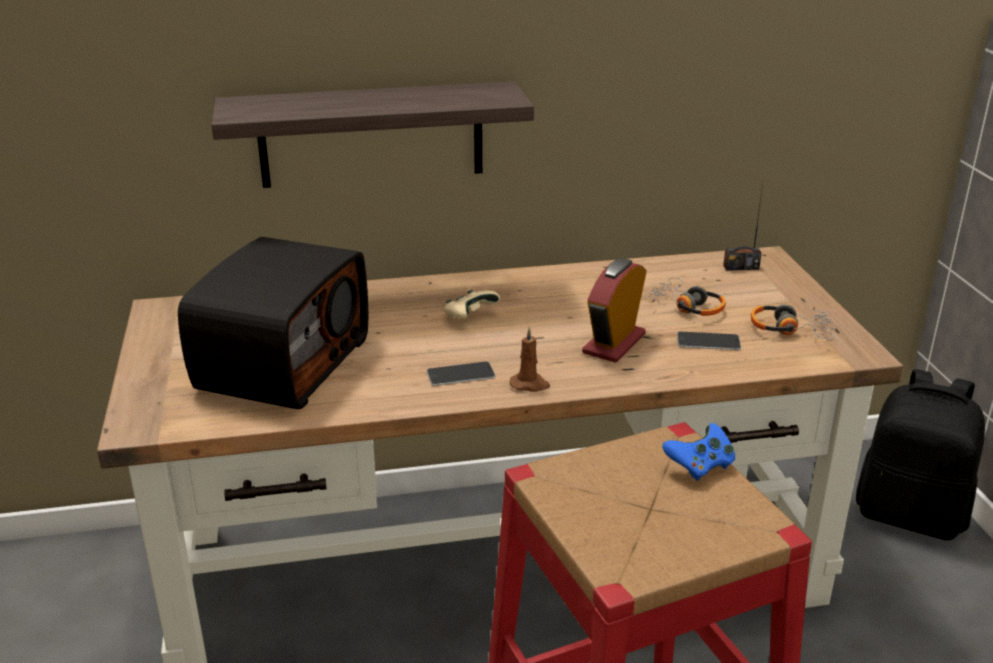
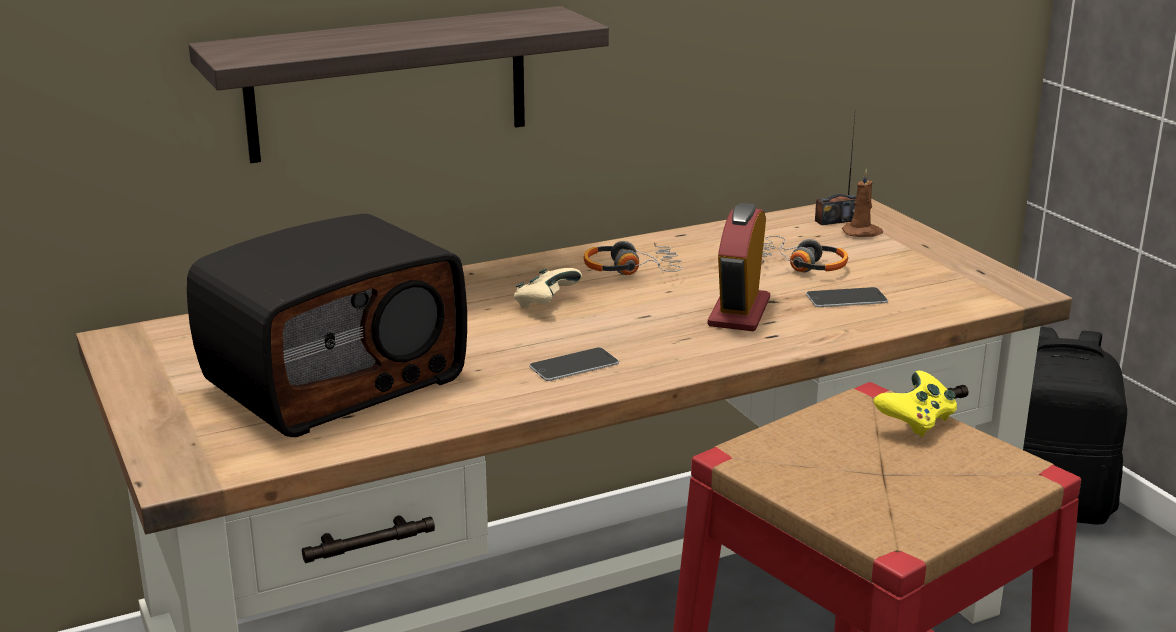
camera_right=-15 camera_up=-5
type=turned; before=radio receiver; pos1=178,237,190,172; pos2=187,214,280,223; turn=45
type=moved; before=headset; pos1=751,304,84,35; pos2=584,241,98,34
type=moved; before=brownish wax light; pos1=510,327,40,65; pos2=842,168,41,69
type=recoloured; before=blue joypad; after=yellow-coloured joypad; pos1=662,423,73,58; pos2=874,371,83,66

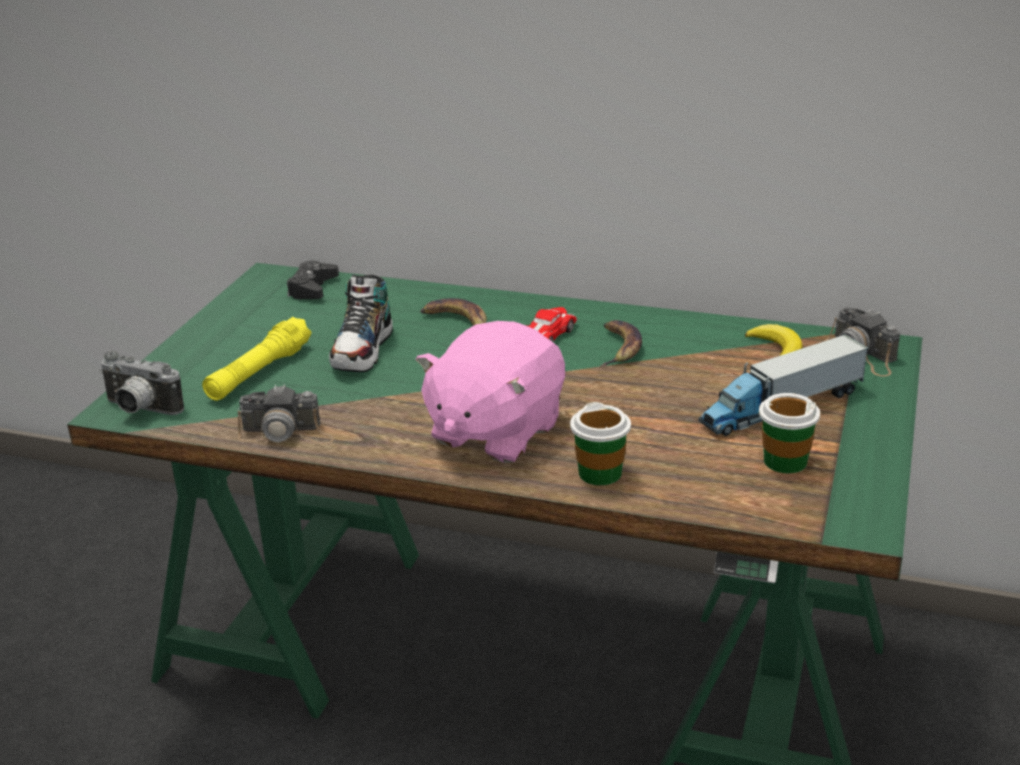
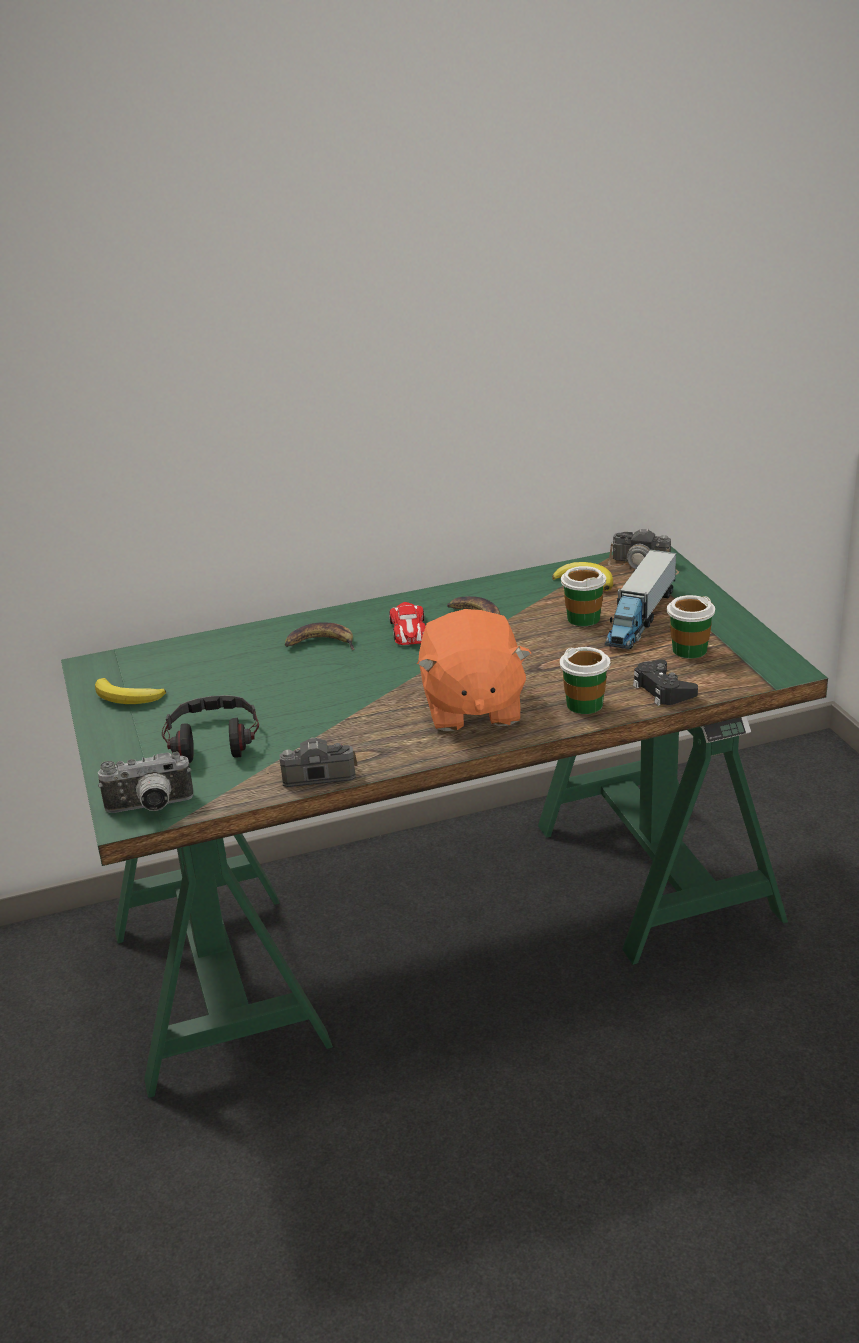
camera_right=-35 camera_up=0
type=added; after=banana fruit; pos2=95,678,71,26
type=replaced; before=yellow-coloured torch; after=headset; pos1=202,317,109,84; pos2=162,695,97,68
type=turned; before=photo camera; pos1=238,384,96,61; pos2=266,738,91,49; turn=-150
type=recoloured; before=pink soft toy; after=orangey soft toy; pos1=416,321,149,142; pos2=417,609,114,122
type=added; after=cup; pos2=561,566,45,60
type=moved; before=black joypad; pos1=287,260,52,39; pos2=633,659,65,47
type=removed; before=low shoe; pos1=329,274,64,98

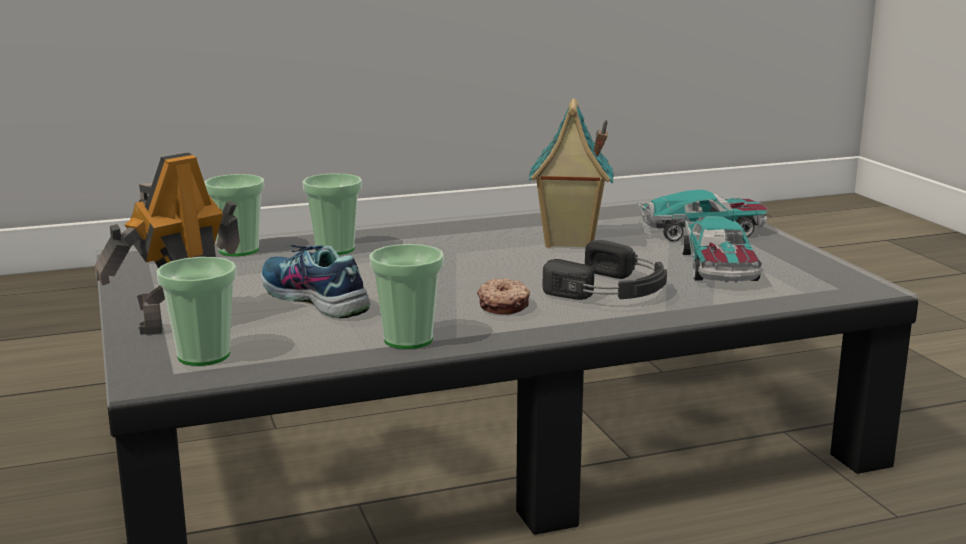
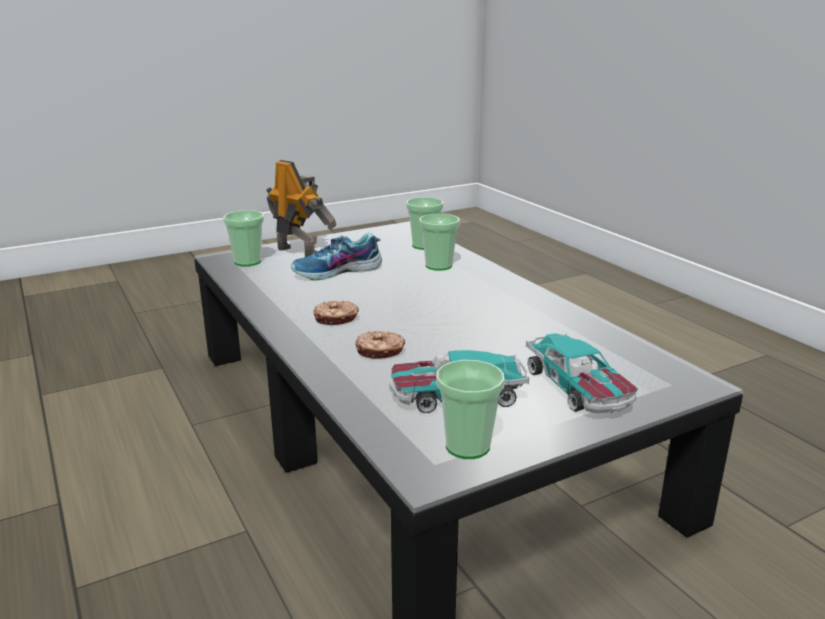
camera_right=80 camera_up=5
type=turned; before=low shoe; pos1=261,245,109,73; pos2=291,233,91,47; turn=-150
type=replaced; before=black headset; after=doughnut; pos1=543,240,124,60; pos2=356,331,49,28
type=moved; before=cup; pos1=369,244,75,105; pos2=436,360,69,99
type=removed; before=miniature house; pos1=529,98,85,150

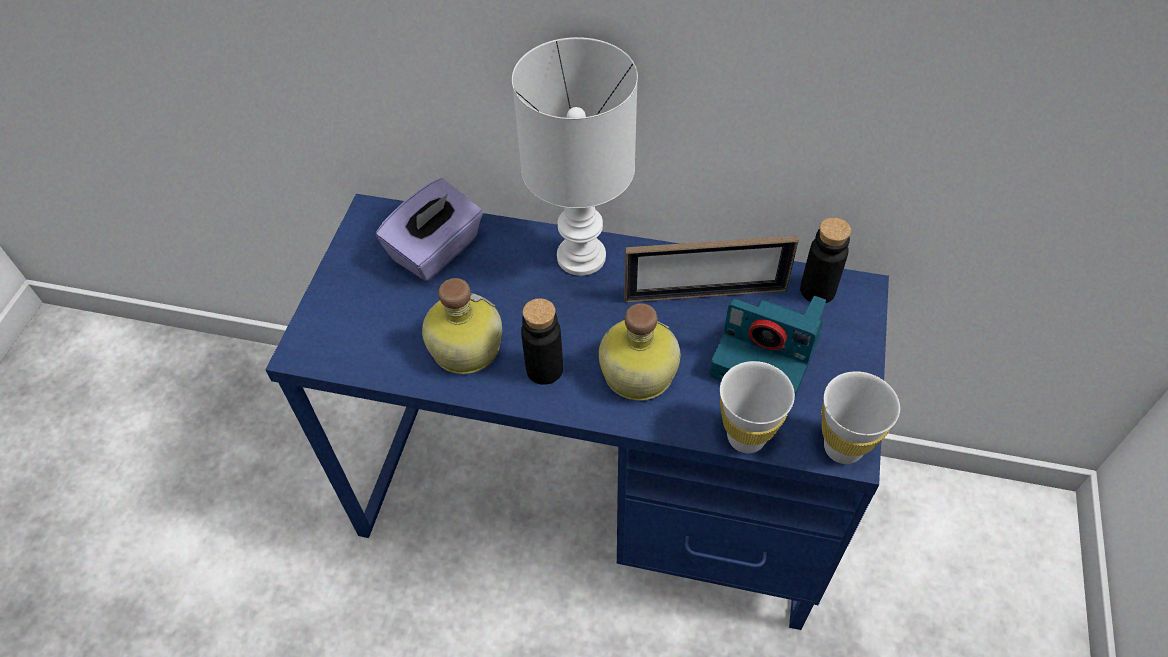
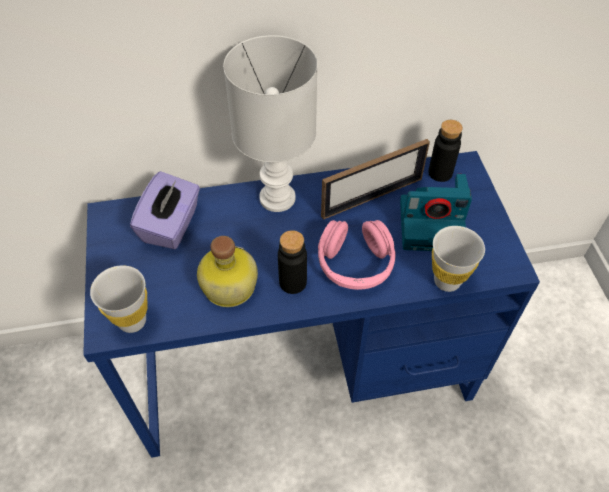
camera_right=-25 camera_up=0
type=moved; before=white-coloured cup; pos1=822,371,78,93; pos2=90,265,57,68
type=replaced; before=drink bottle; after=pink headset; pos1=599,303,81,98; pos2=318,220,78,70

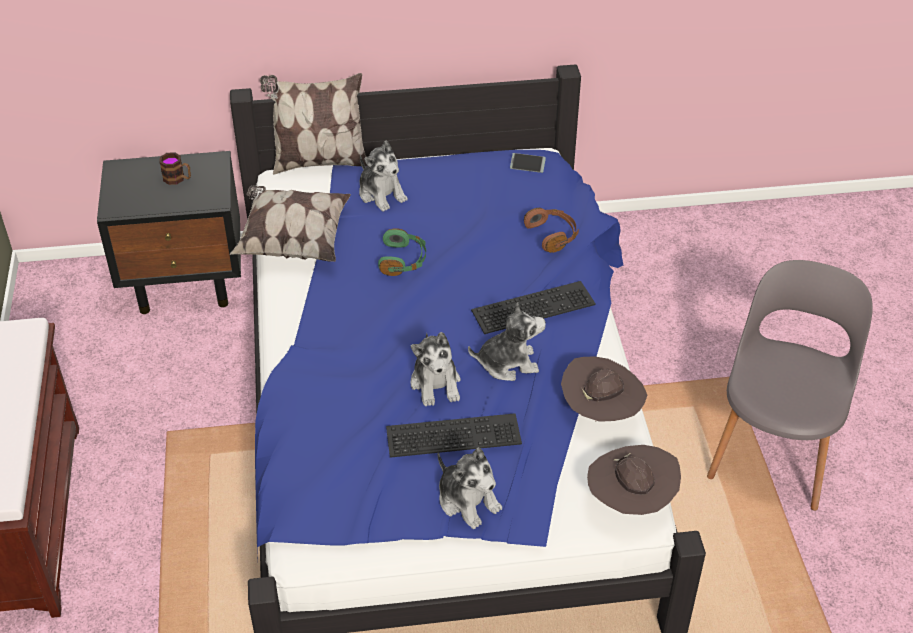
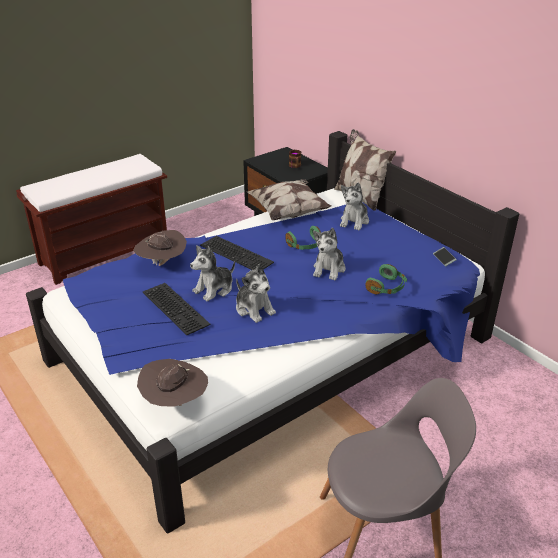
camera_right=60 camera_up=-10
type=moved; before=brownish hat; pos1=561,357,86,65; pos2=133,230,54,36
type=moved; before=keyboard; pos1=471,281,125,53; pos2=200,236,74,34
type=moved; before=soft toy; pos1=438,447,64,82; pos2=313,228,32,52
type=recoloured; before=brownish headset; after=greenish headset; pos1=524,208,55,45; pos2=365,264,42,30

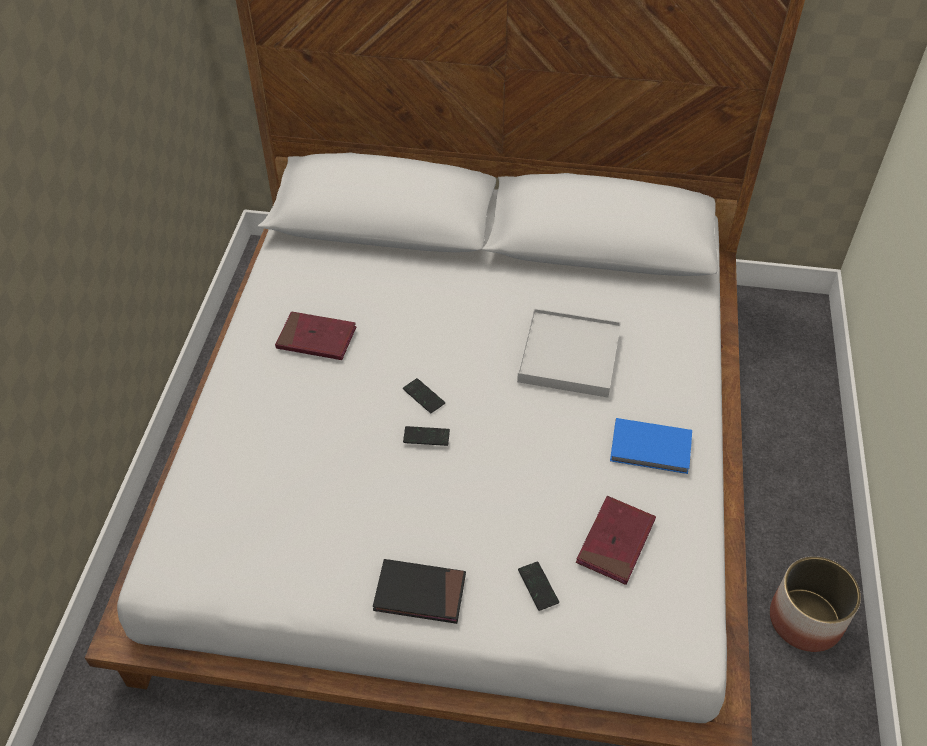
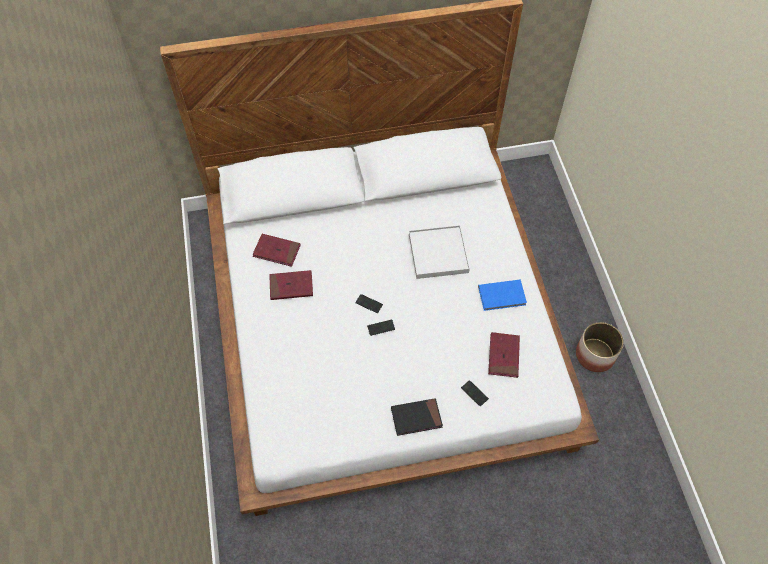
camera_right=-20 camera_up=10
type=added; after=red book; pos2=253,234,48,33

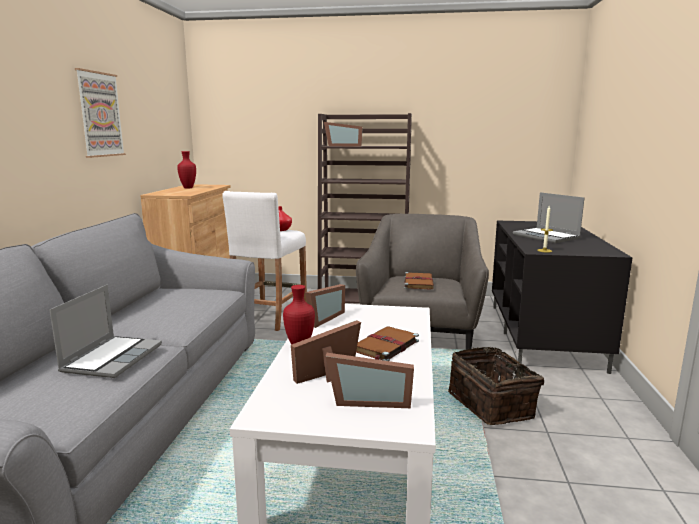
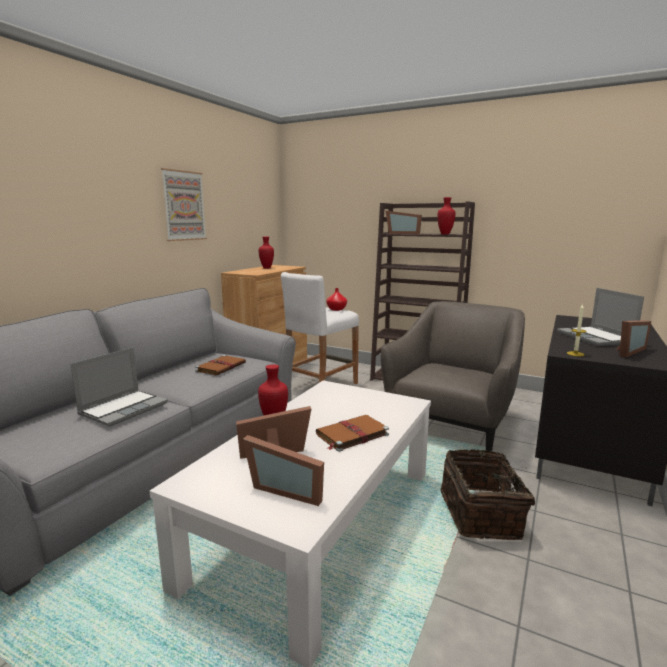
camera_right=20 camera_up=0
type=moved; before=brownish book; pos1=404,272,30,18; pos2=195,355,51,21
type=added; after=red decorative vase; pos2=437,197,19,37
type=moved; before=photo frame; pos1=305,284,40,44; pos2=616,320,35,38

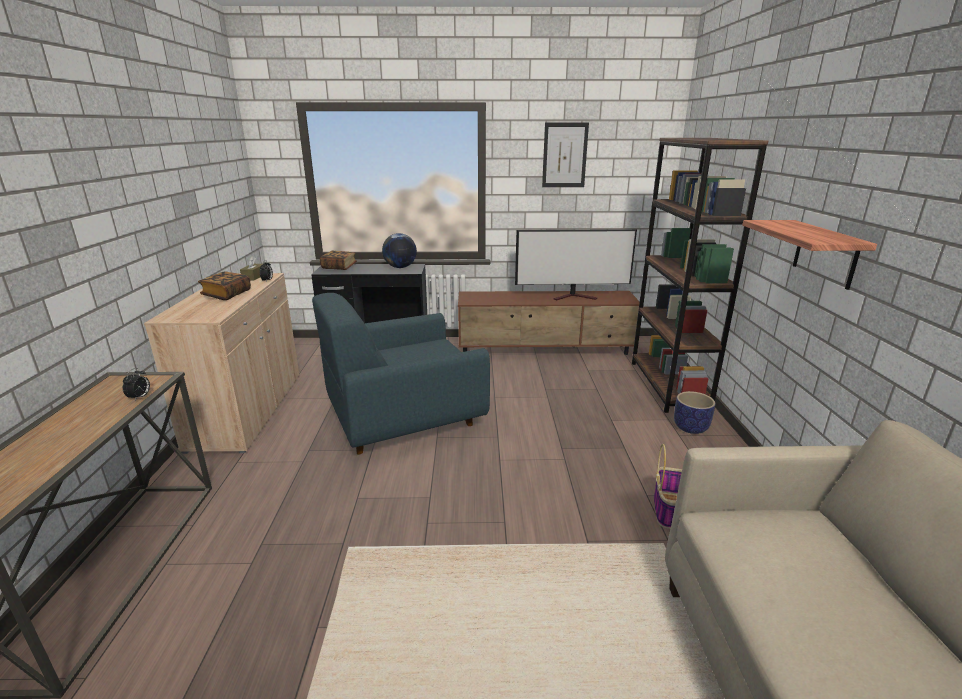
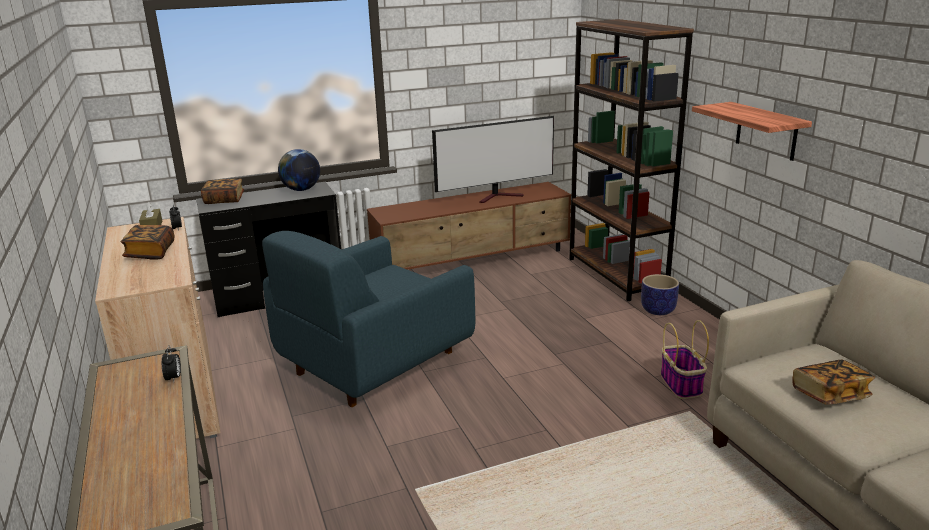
camera_right=-20 camera_up=0
type=added; after=book; pos2=792,360,83,45
type=removed; before=wall picture; pos1=542,122,47,65

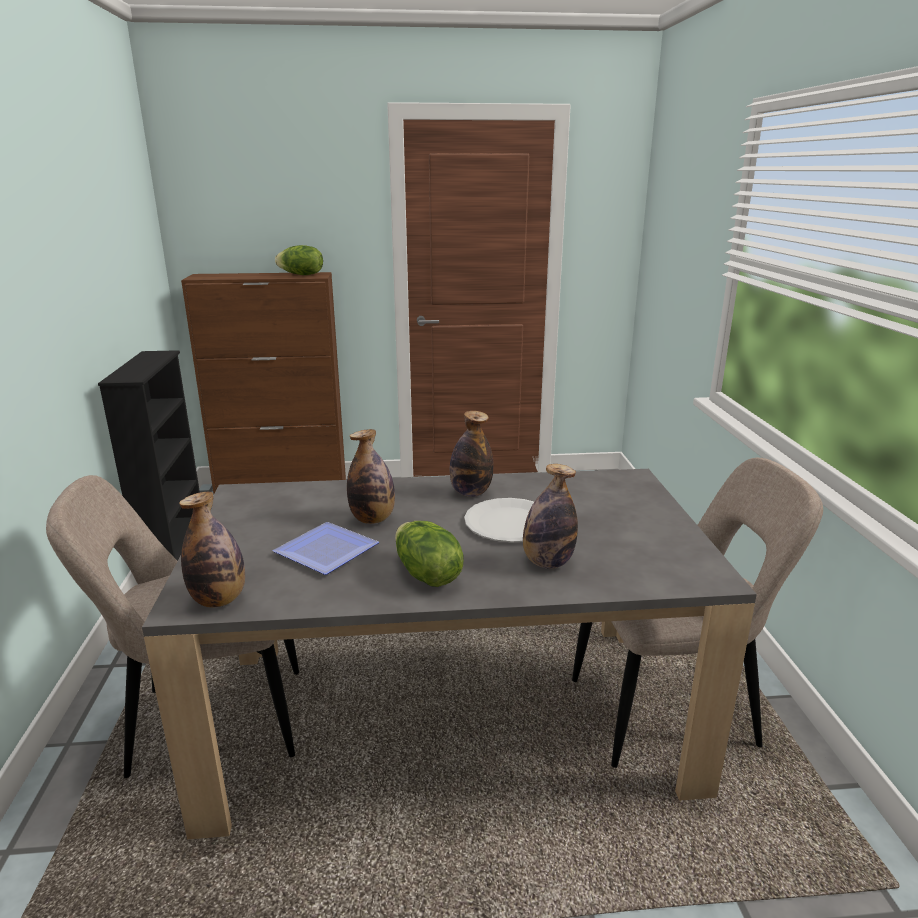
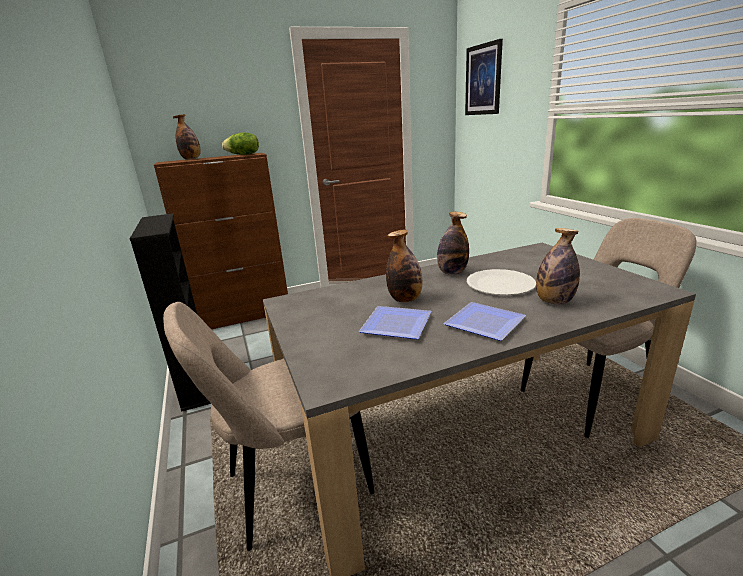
camera_right=-15 camera_up=0
type=moved; before=drink bottle; pos1=179,492,66,116; pos2=173,114,28,46
type=replaced; before=head of lettuce; after=dinner plate; pos1=395,521,68,66; pos2=443,302,83,39
type=added; after=wall picture; pos2=465,39,38,76

